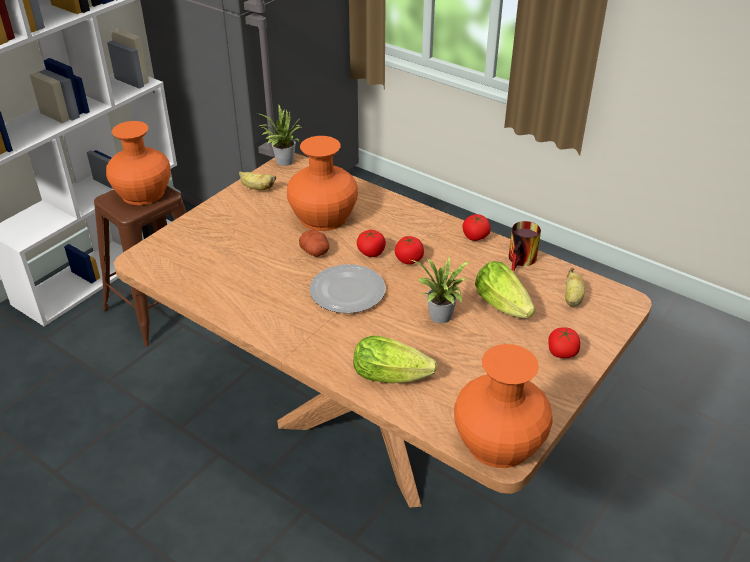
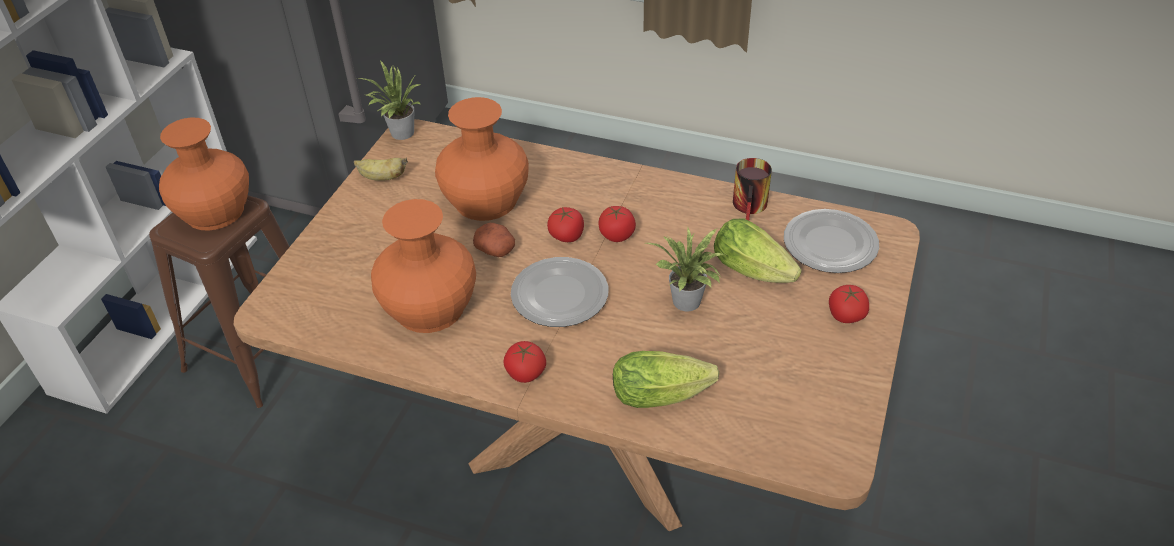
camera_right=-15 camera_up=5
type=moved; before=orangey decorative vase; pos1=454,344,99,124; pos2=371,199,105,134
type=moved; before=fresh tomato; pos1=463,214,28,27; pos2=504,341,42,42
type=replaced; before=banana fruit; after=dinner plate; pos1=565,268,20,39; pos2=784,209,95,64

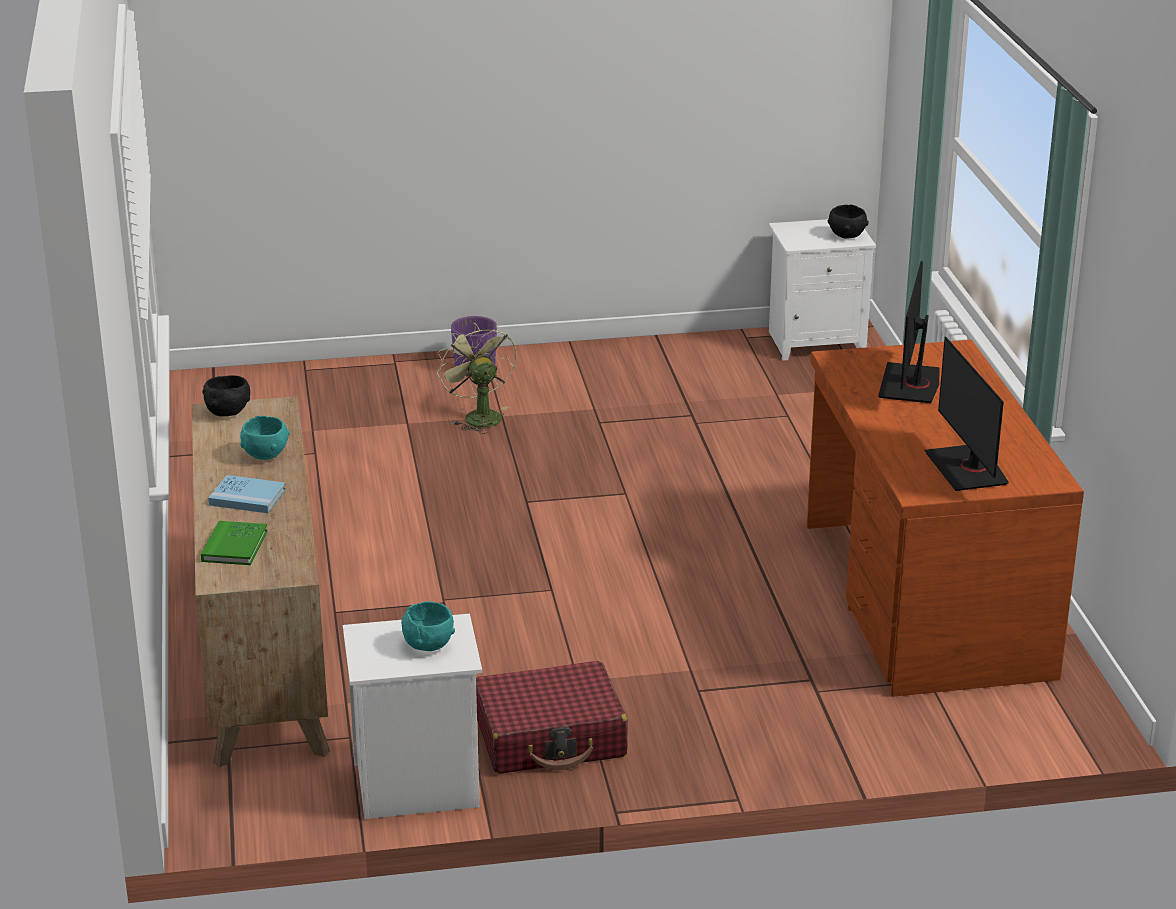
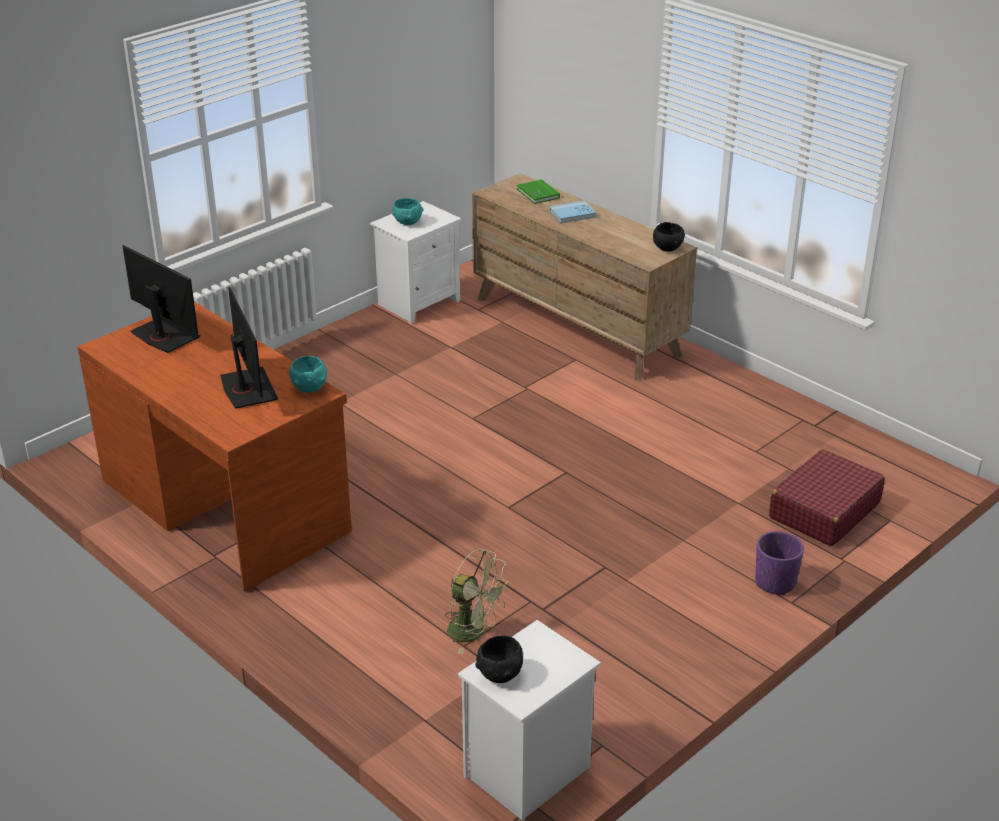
camera_right=145 camera_up=5
type=moved; before=turquoise-coloured serving bowl; pos1=240,416,50,44; pos2=289,356,38,37
type=moved; before=greenish electric fan; pos1=437,323,80,111; pos2=445,549,64,105
type=moved; before=red travel case; pos1=476,661,151,113; pos2=769,449,116,97

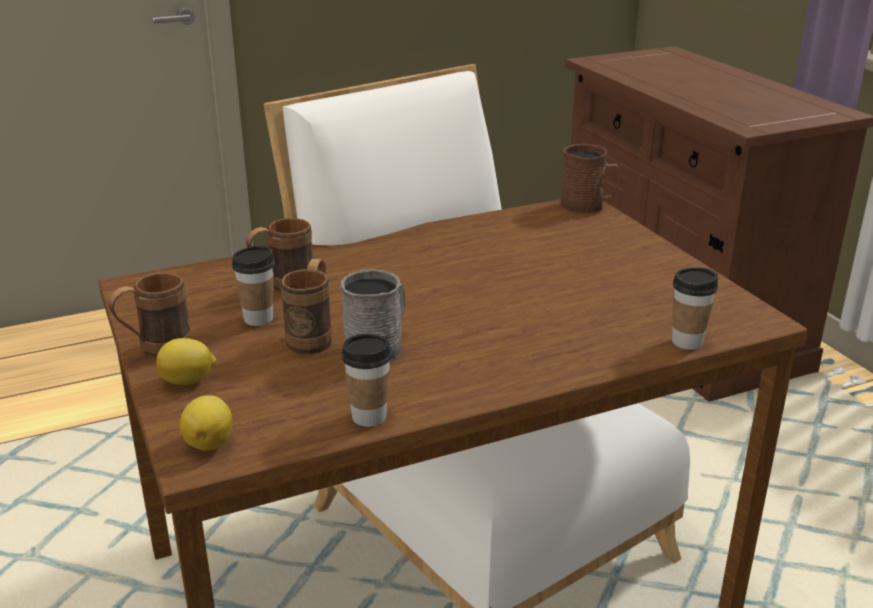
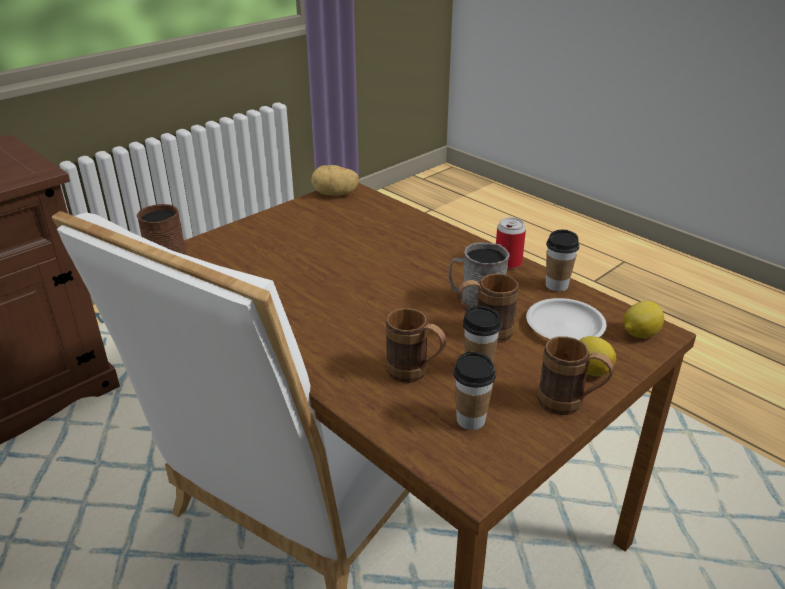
camera_right=-110 camera_up=5
type=added; after=whole potato; pos2=311,165,48,31
type=moved; before=cup; pos1=672,268,46,82; pos2=453,352,43,78
type=added; after=can; pos2=496,217,30,52
type=added; after=white-coloured dinner plate; pos2=526,298,81,42

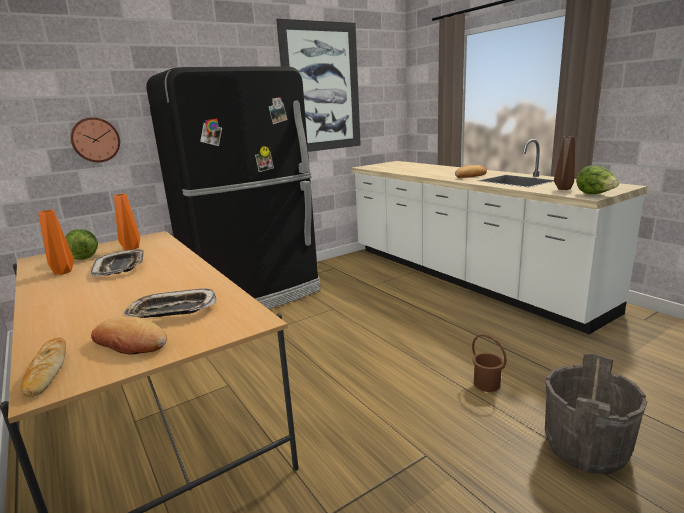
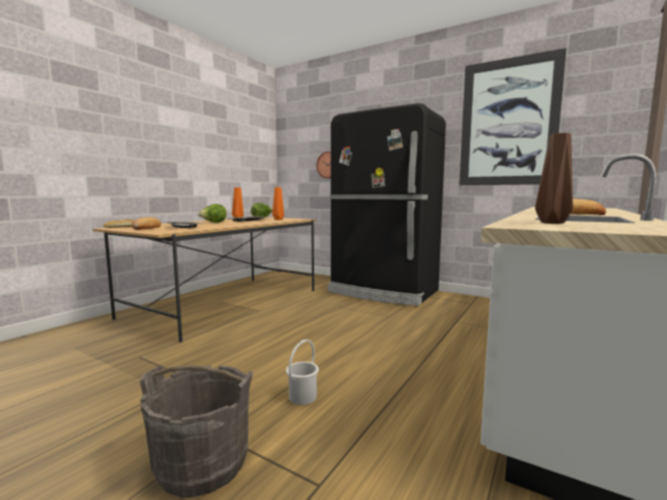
camera_right=65 camera_up=-10
type=moved; before=head of lettuce; pos1=576,166,43,28; pos2=198,204,28,19
type=recoloured; before=brownish water bucket; after=white-coloured water bucket; pos1=472,334,35,58; pos2=286,339,33,66

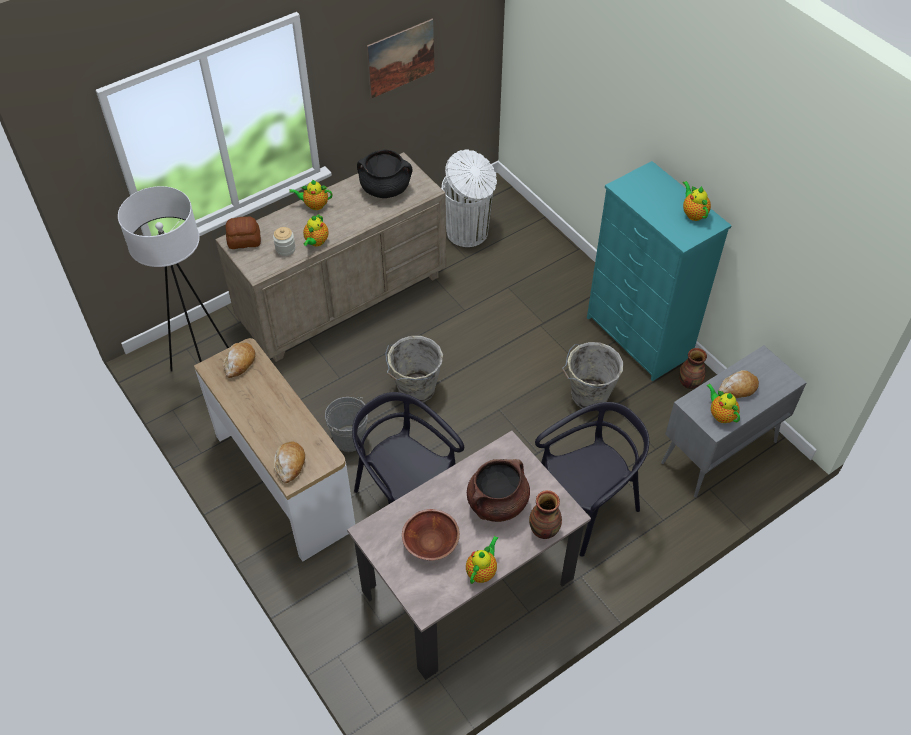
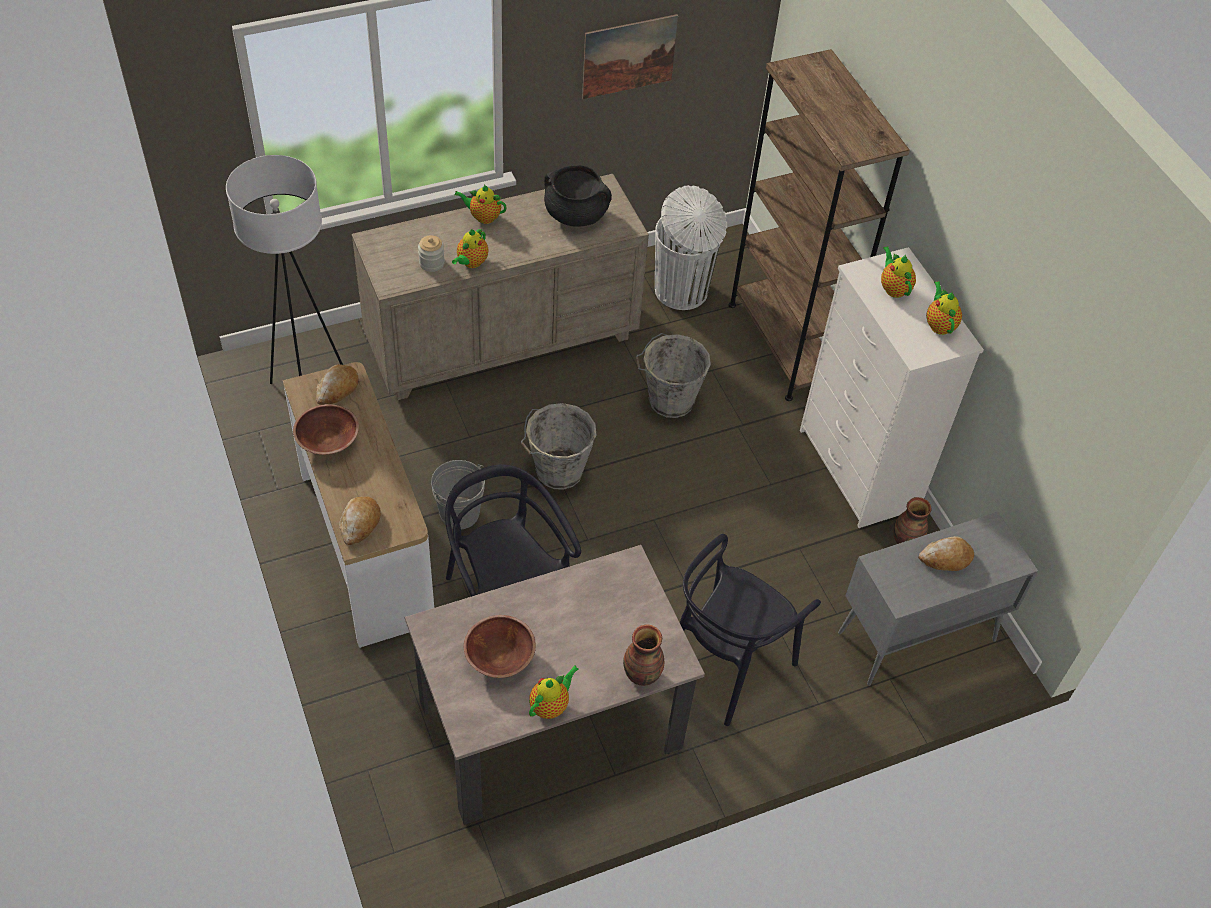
camera_right=10 camera_up=0
type=added; after=brownish serving bowl; pos2=293,404,66,51
type=moved; before=greyish water bucket; pos1=562,342,61,66; pos2=635,333,76,85
type=turned; before=black plain chair; pos1=535,402,114,155; pos2=680,534,141,192; turn=150
type=added; after=brownish shelving unit; pos2=728,49,182,352
type=recoloured; before=turquoise-coloured dresser; after=white-coloured dresser; pos1=587,161,145,220; pos2=800,247,184,281
type=moved; before=tea pot; pos1=706,383,34,40; pos2=881,246,35,52
type=removed; before=bread; pos1=226,217,35,32
type=removed; before=brownish cooking pot; pos1=467,459,63,63

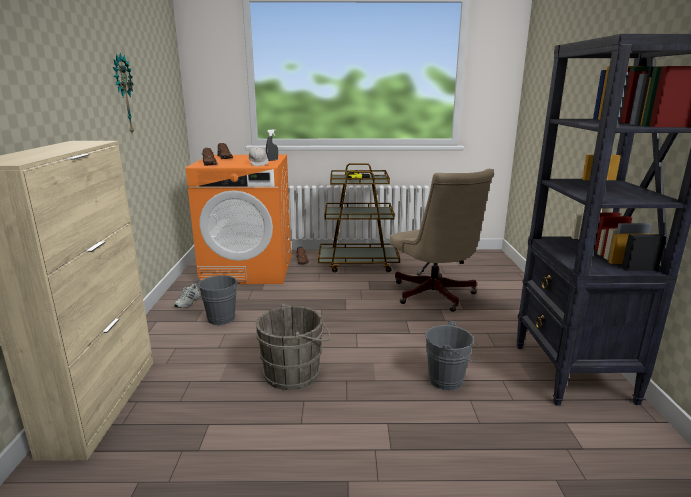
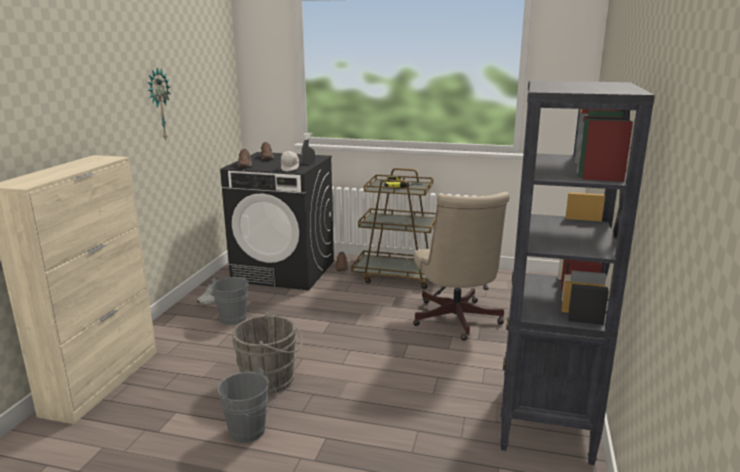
camera_right=15 camera_up=0
type=moved; before=greyish water bucket; pos1=425,321,56,70; pos2=217,368,61,75
type=recoloured; before=orangey laundry appliance; after=black laundry appliance; pos1=186,155,105,129; pos2=220,152,114,138

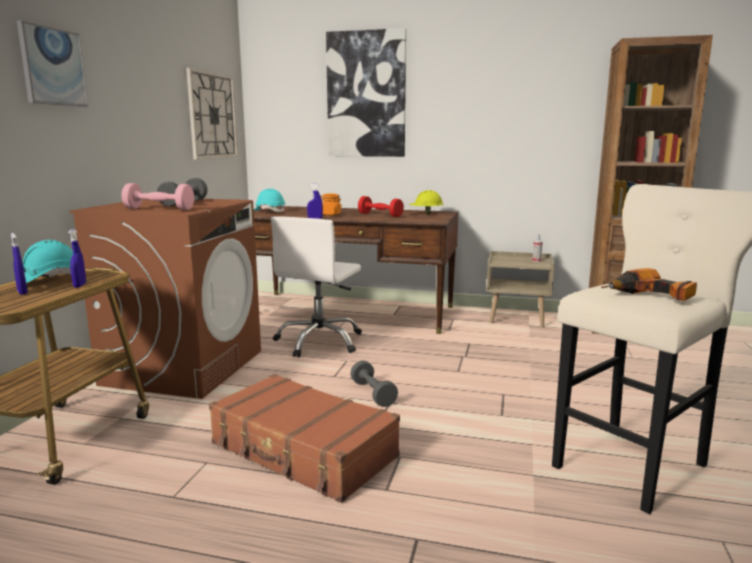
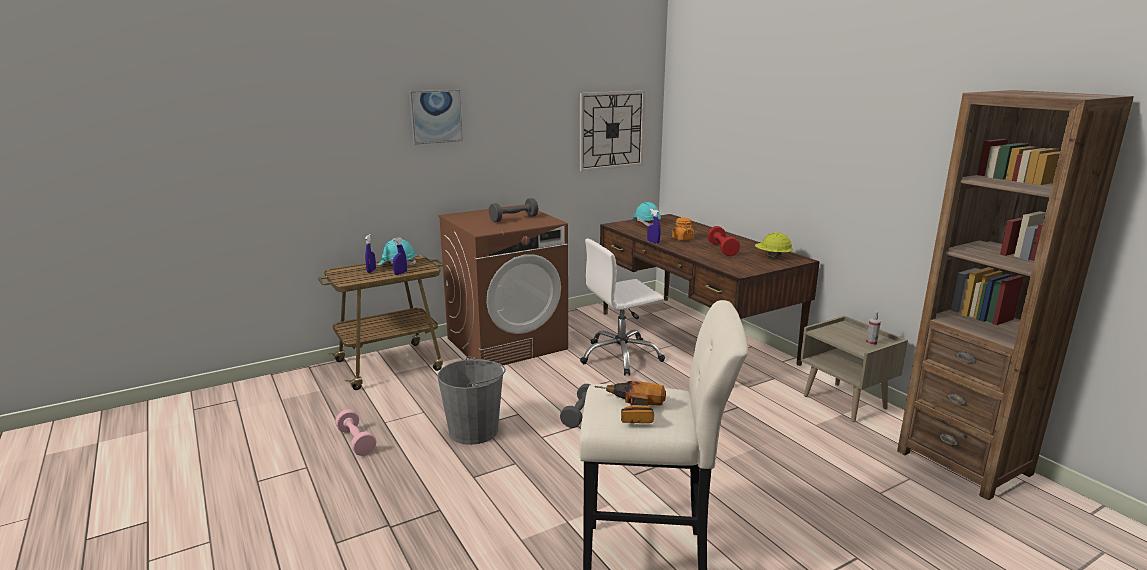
camera_right=45 camera_up=5
type=moved; before=pink dumbbell; pos1=122,183,72,27; pos2=335,409,42,47
type=replaced; before=brownish travel case; after=greyish water bucket; pos1=209,374,191,129; pos2=438,356,68,89
type=removed; before=wall picture; pos1=326,28,80,129

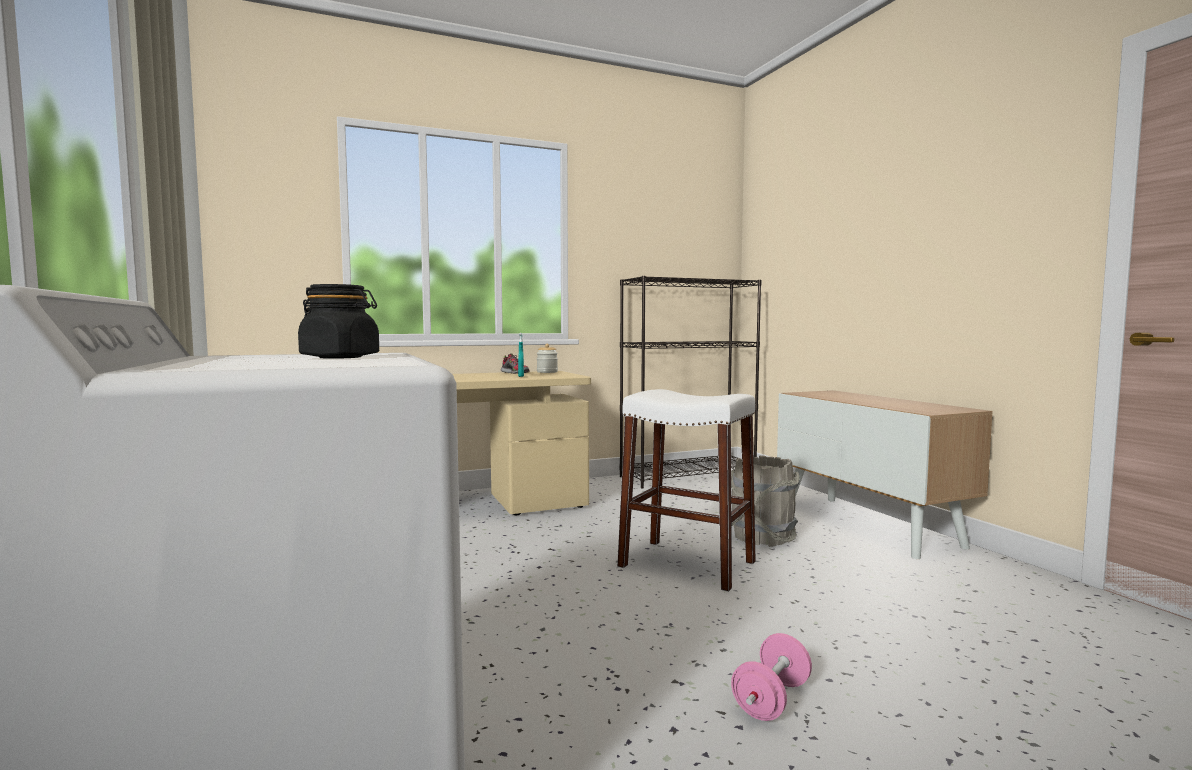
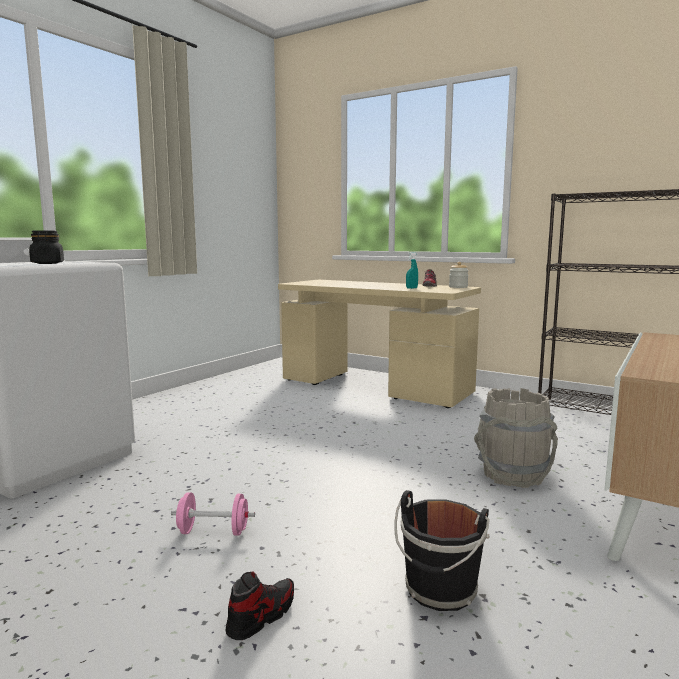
camera_right=55 camera_up=5
type=added; after=low shoe; pos2=226,571,68,69
type=added; after=black water bucket; pos2=394,490,96,121
type=removed; before=white-coloured sitting stool; pos1=617,389,139,203

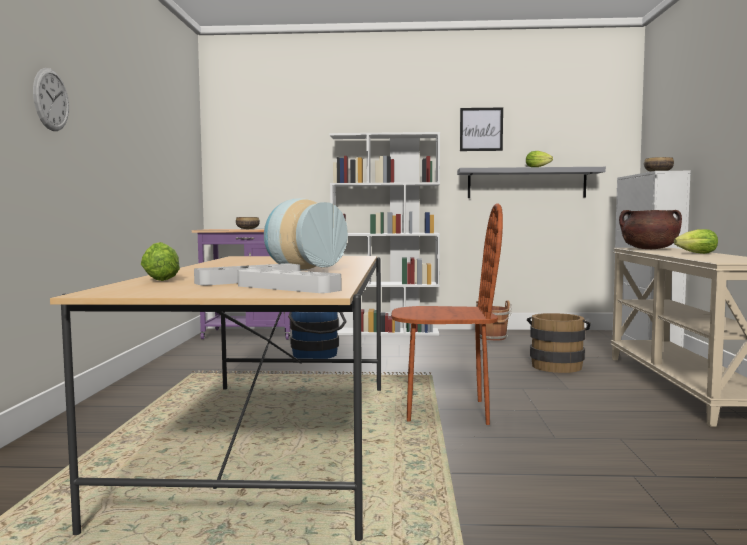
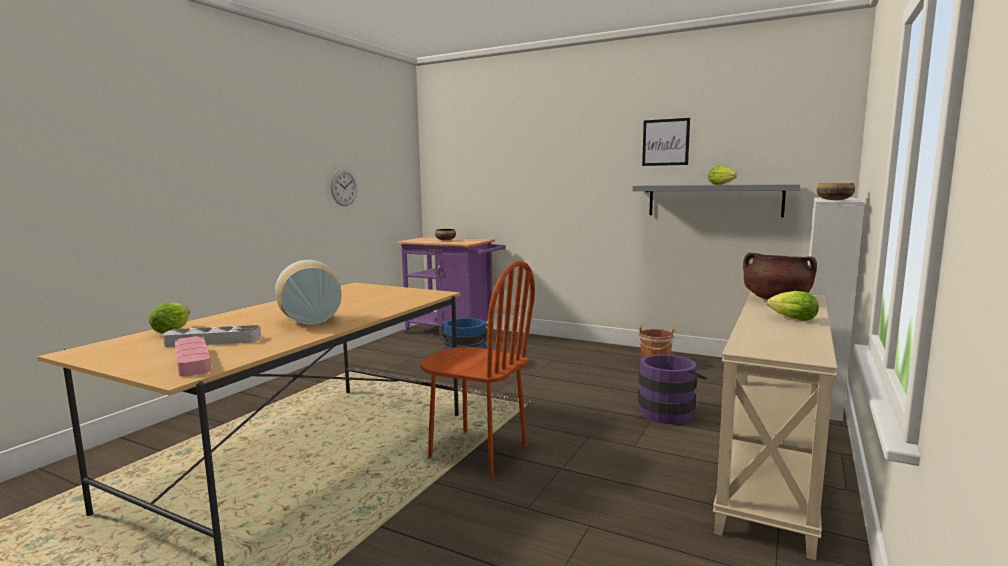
camera_right=25 camera_up=5
type=recoloured; before=greyish tray; after=pink tray; pos1=238,269,103,24; pos2=175,336,36,41
type=moved; before=clock on the wall; pos1=33,68,36,63; pos2=331,170,26,36
type=recoloured; before=brownish water bucket; after=purple-coloured water bucket; pos1=527,313,63,60; pos2=638,354,69,70
type=removed; before=white-coloured shelving unit; pos1=329,132,111,203

